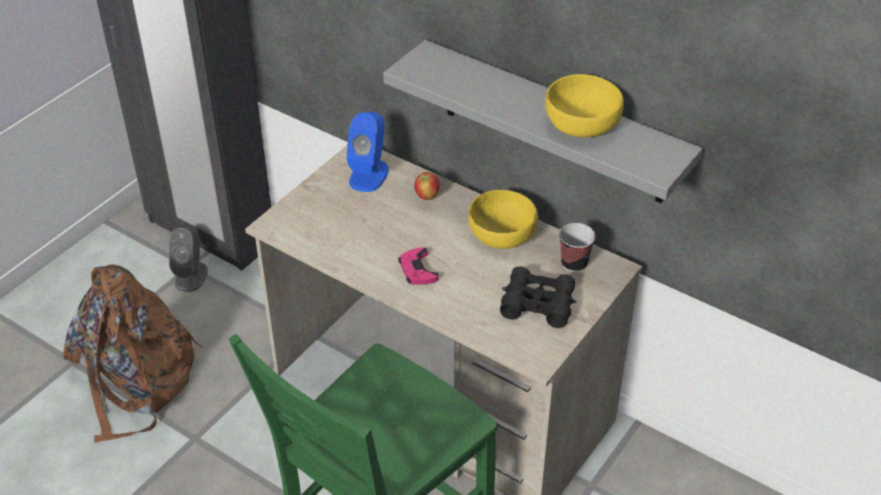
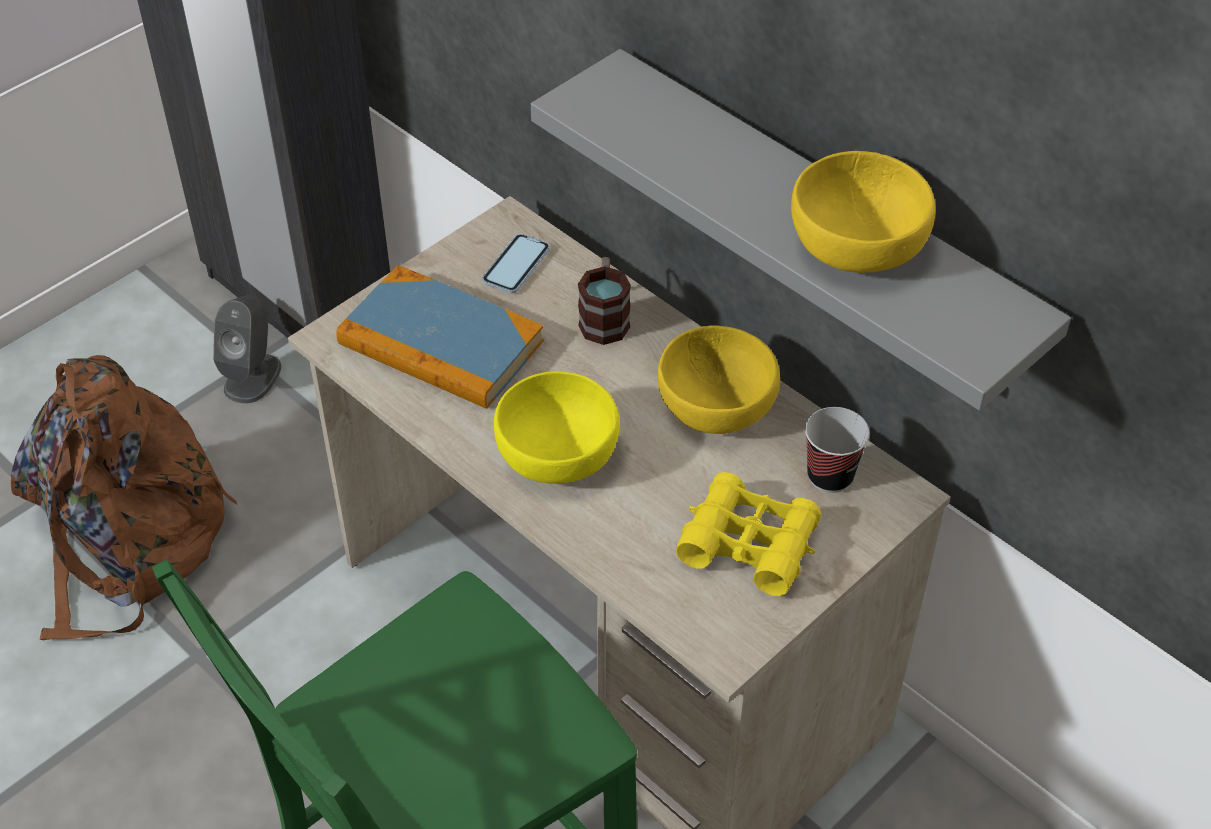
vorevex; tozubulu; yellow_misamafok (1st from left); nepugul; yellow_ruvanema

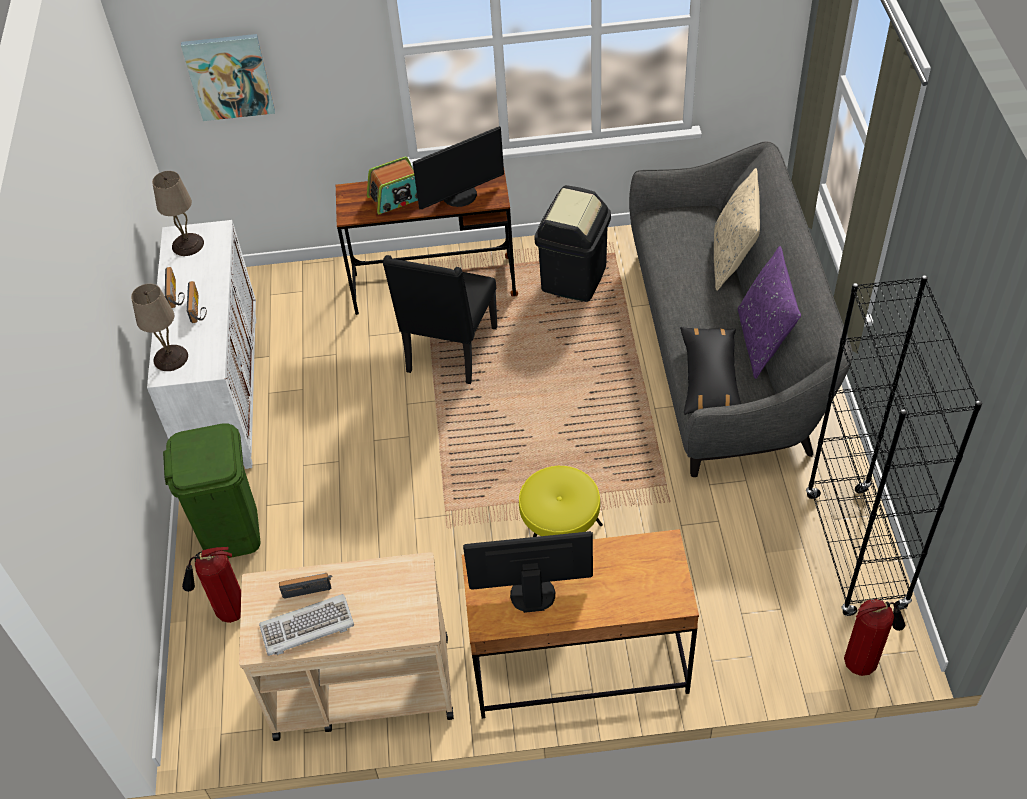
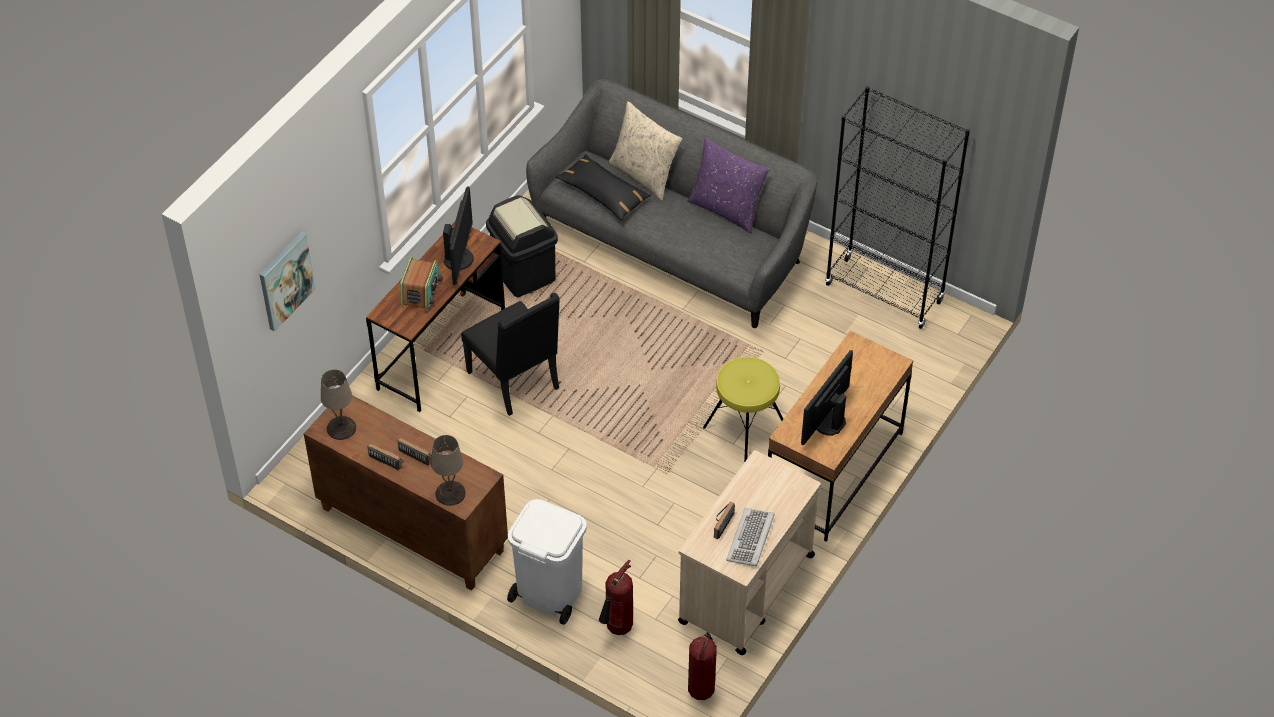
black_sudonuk; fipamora (2nd from left); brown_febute; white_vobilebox

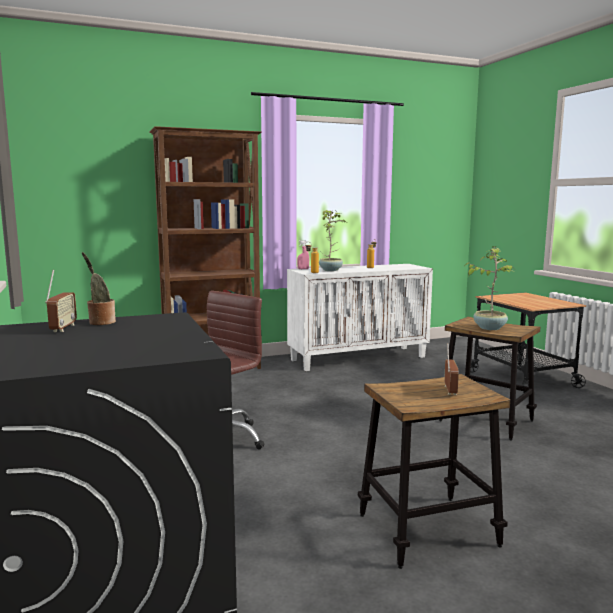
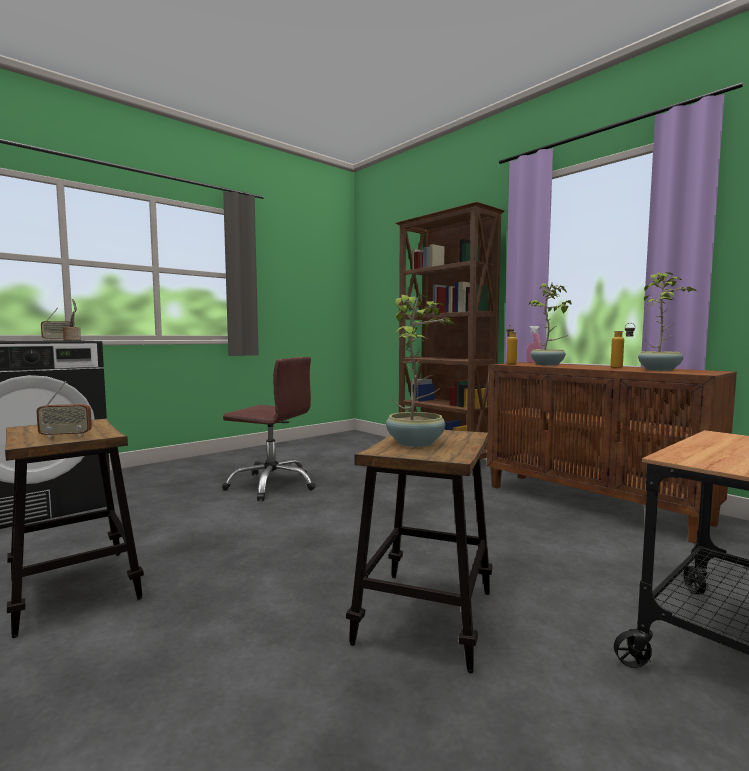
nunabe (4th from left); brown_febute

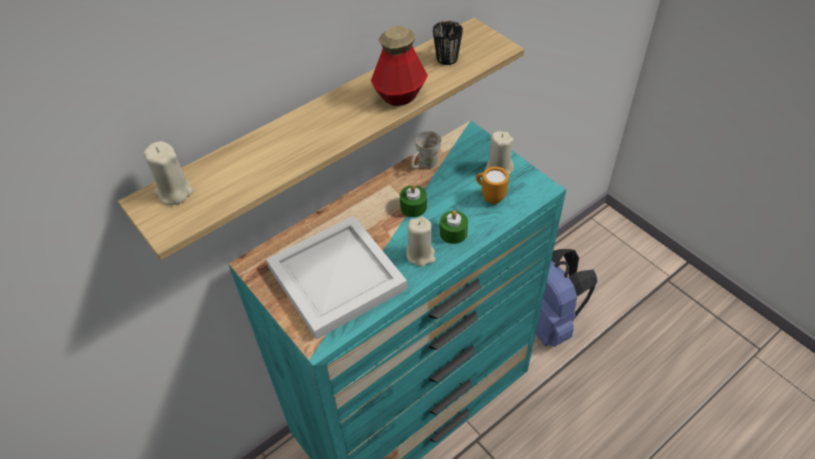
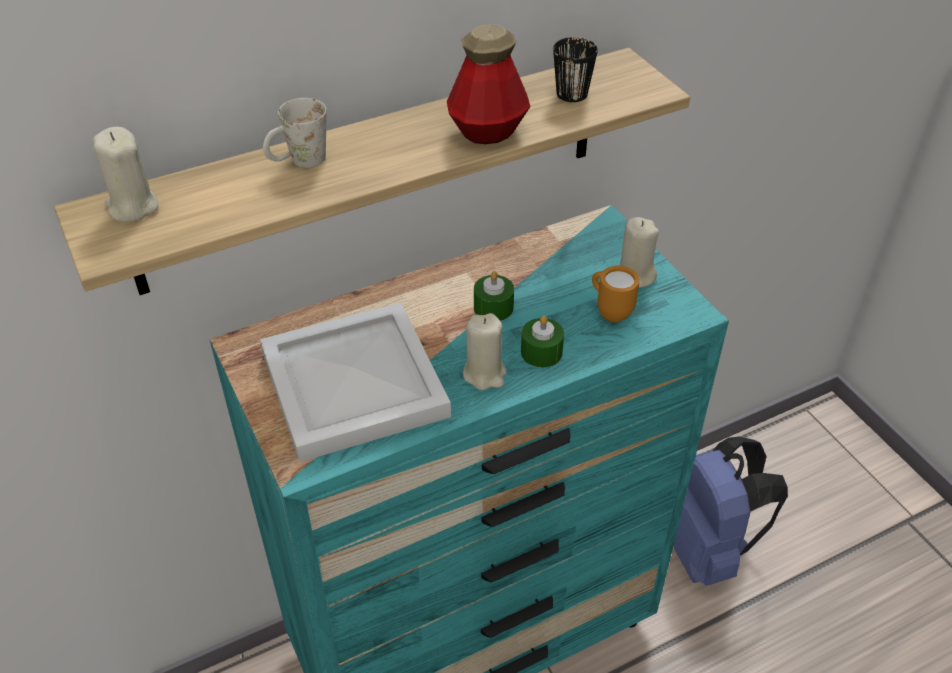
white_nepugul

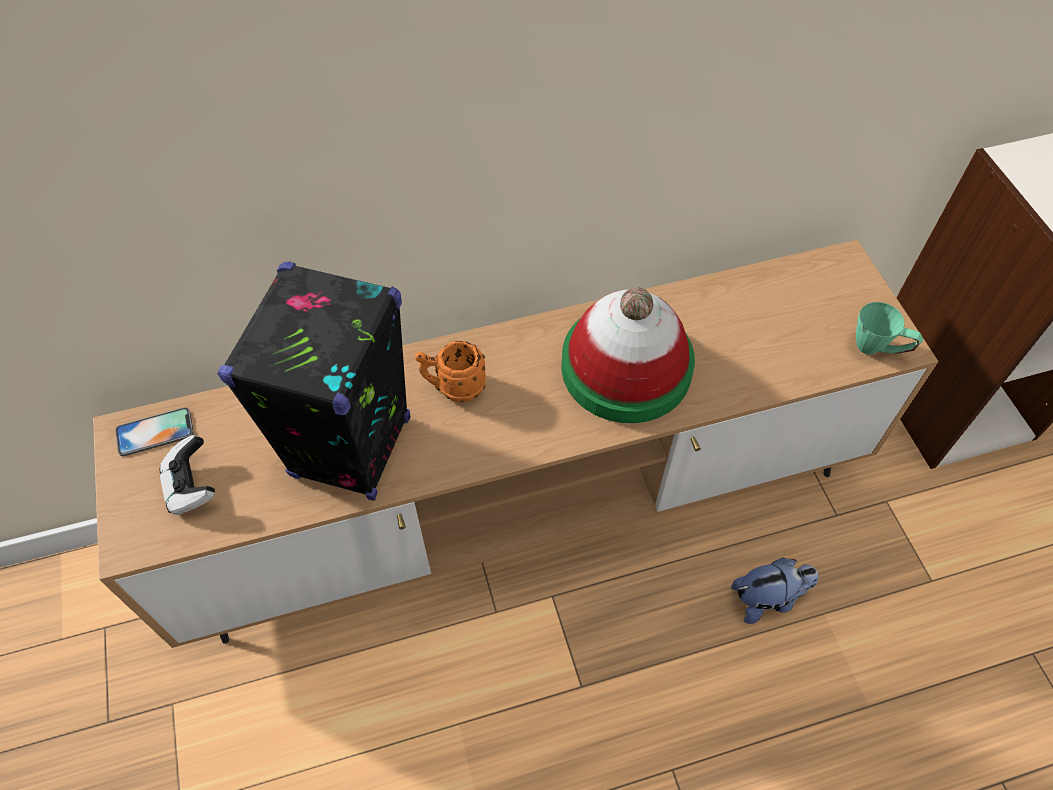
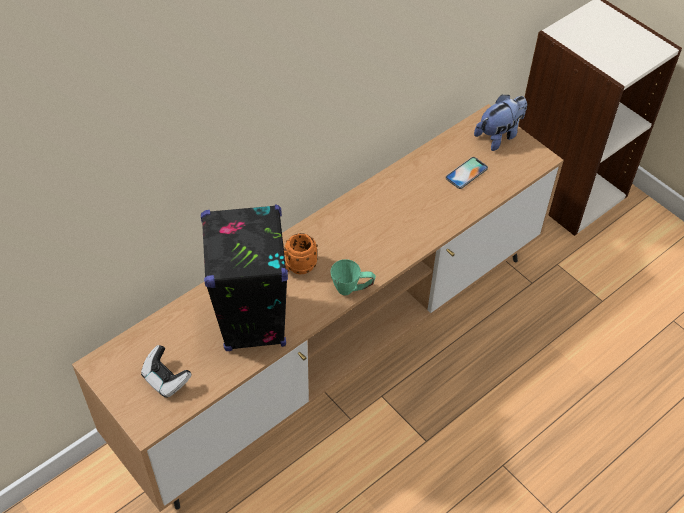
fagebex; tozubulu; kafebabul; green_nepugul

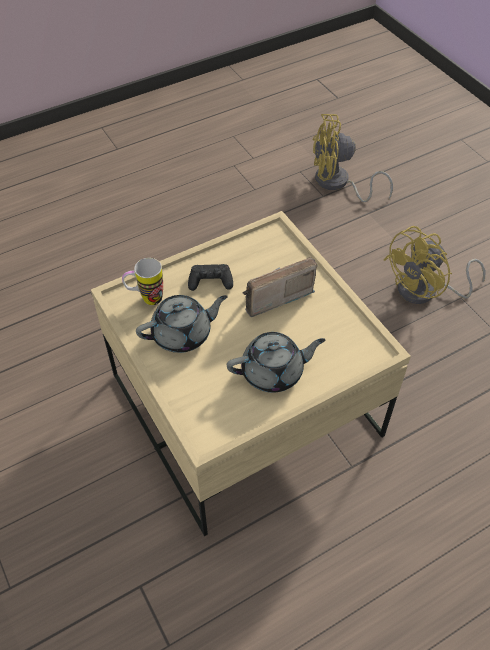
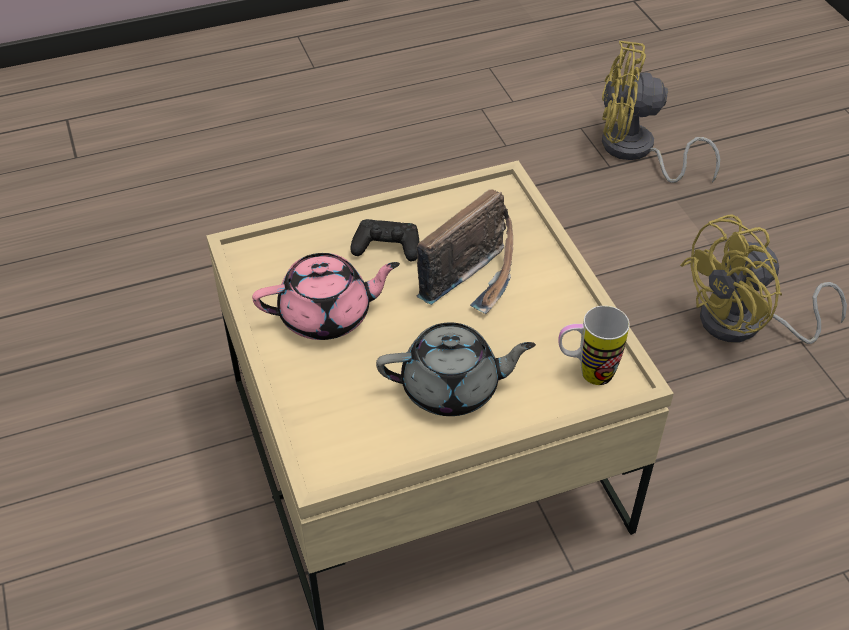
nepugul; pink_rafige; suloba

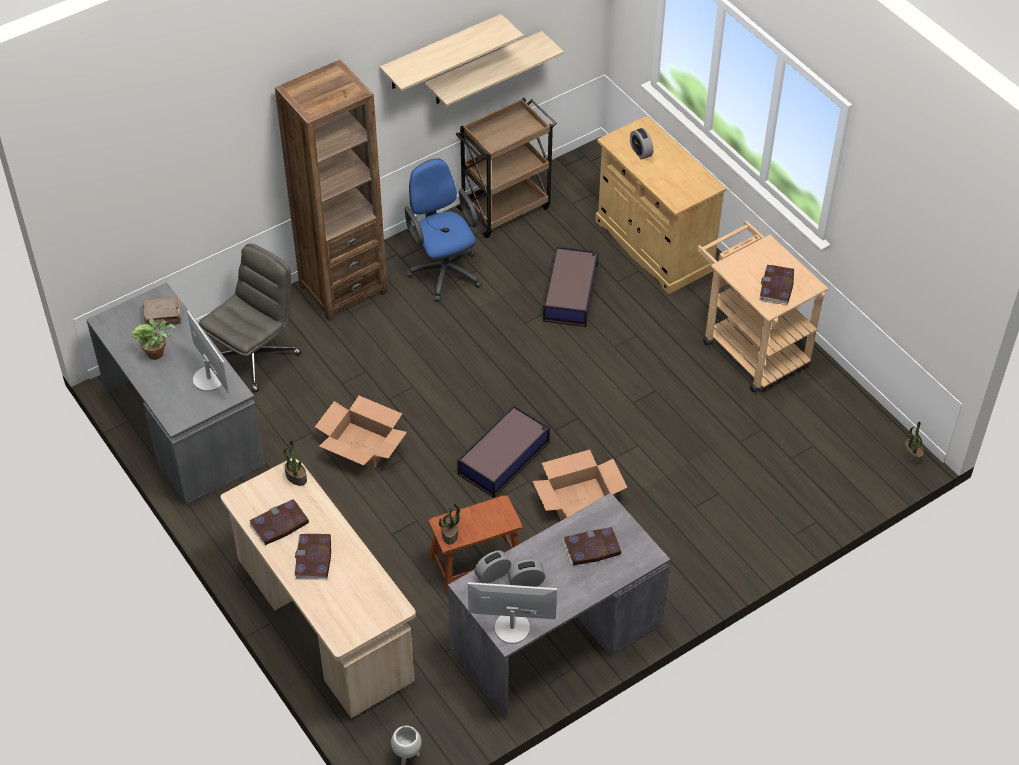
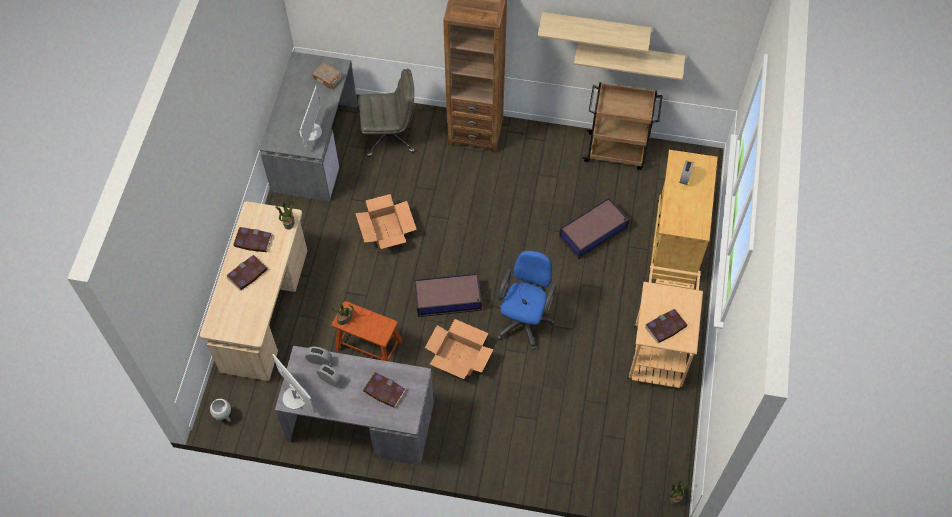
nunabe (1st from left in the first image); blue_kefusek

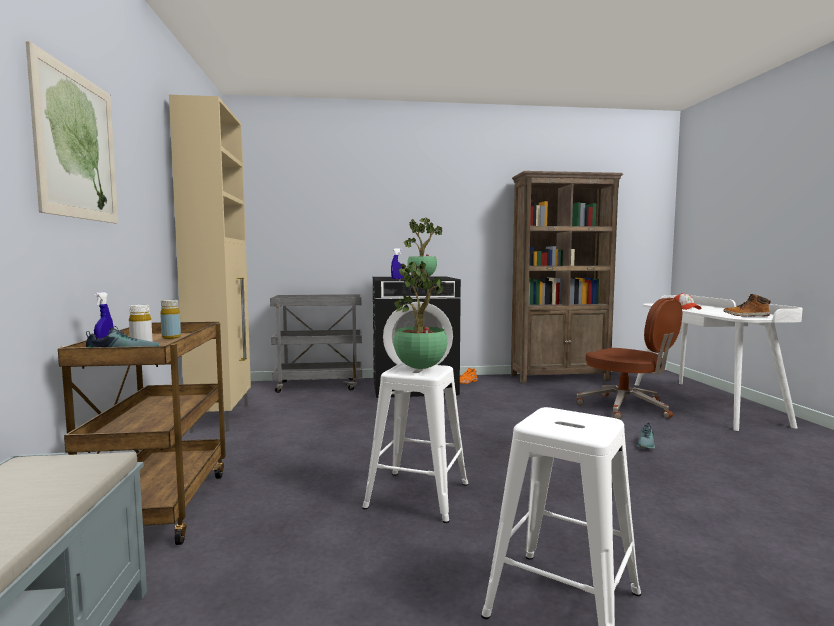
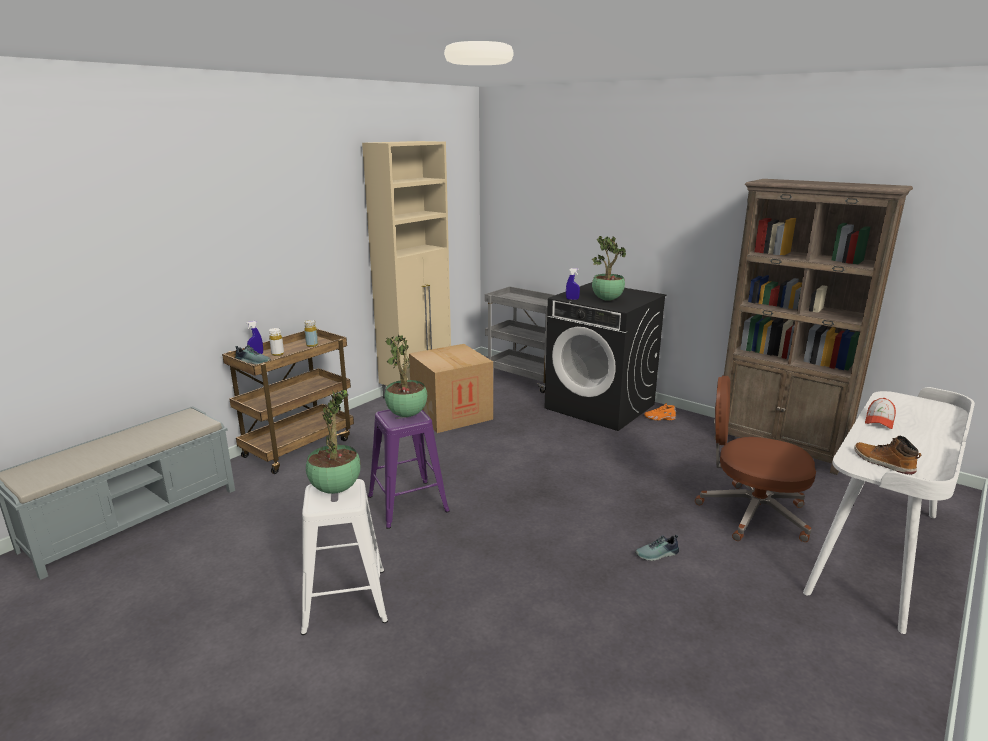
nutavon; nunabe (1st from left); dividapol; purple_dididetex; brown_kefusek

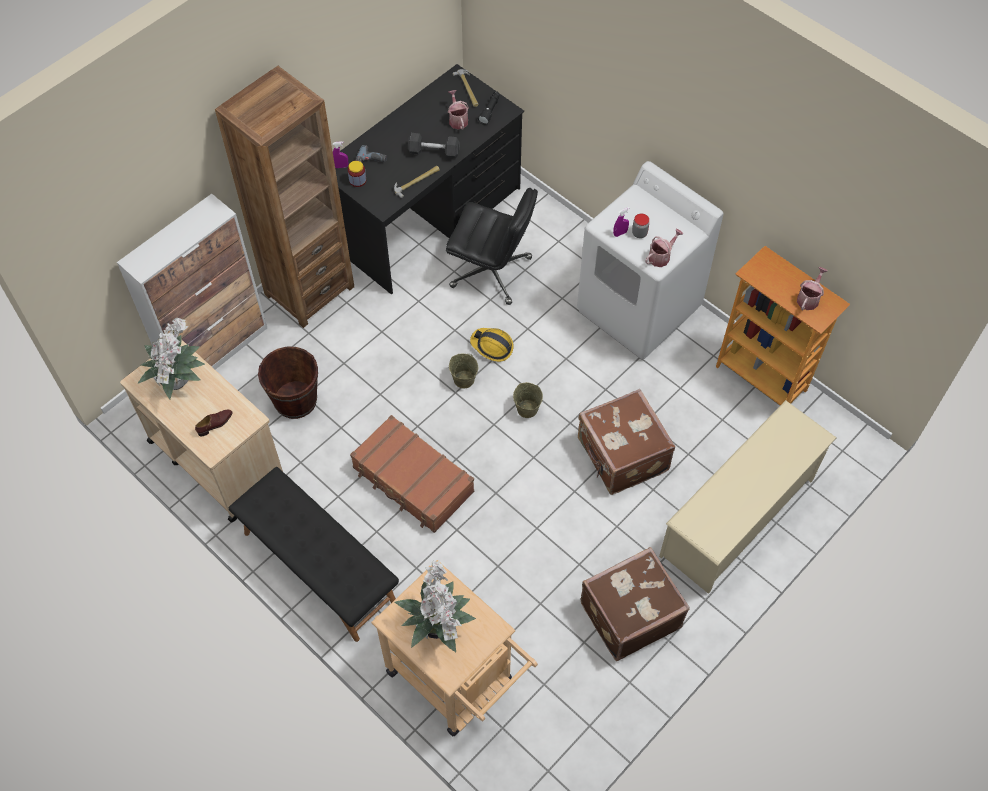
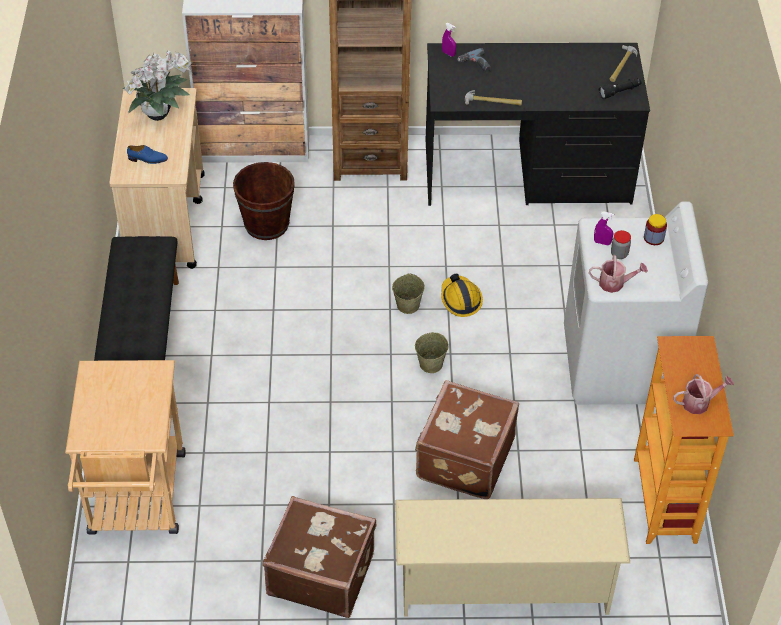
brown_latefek (1st from left in the first image); nunabe (2nd from left in the first image); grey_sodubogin; black_kefusek; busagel (1st from left in the first image); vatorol (2nd from left); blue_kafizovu

